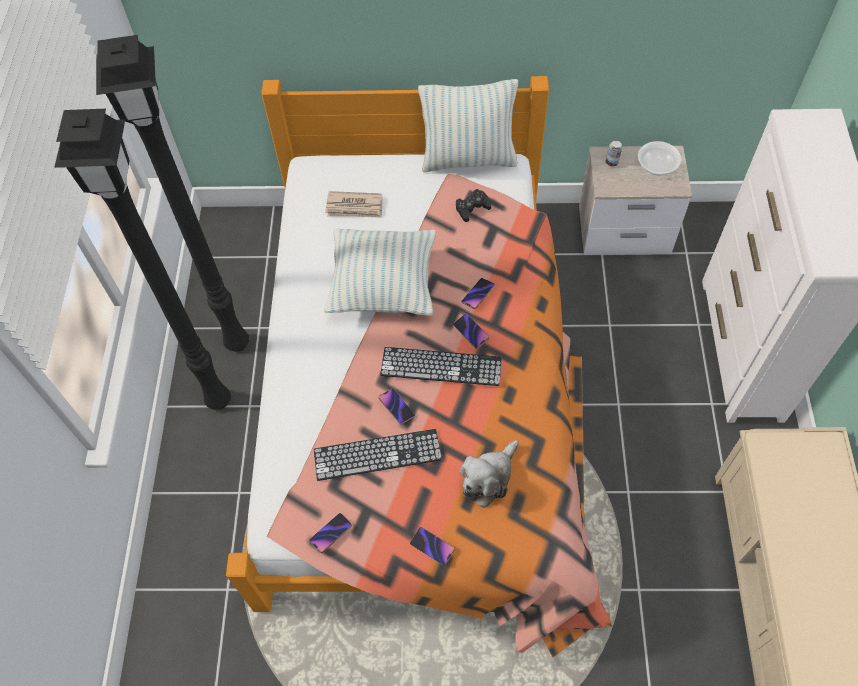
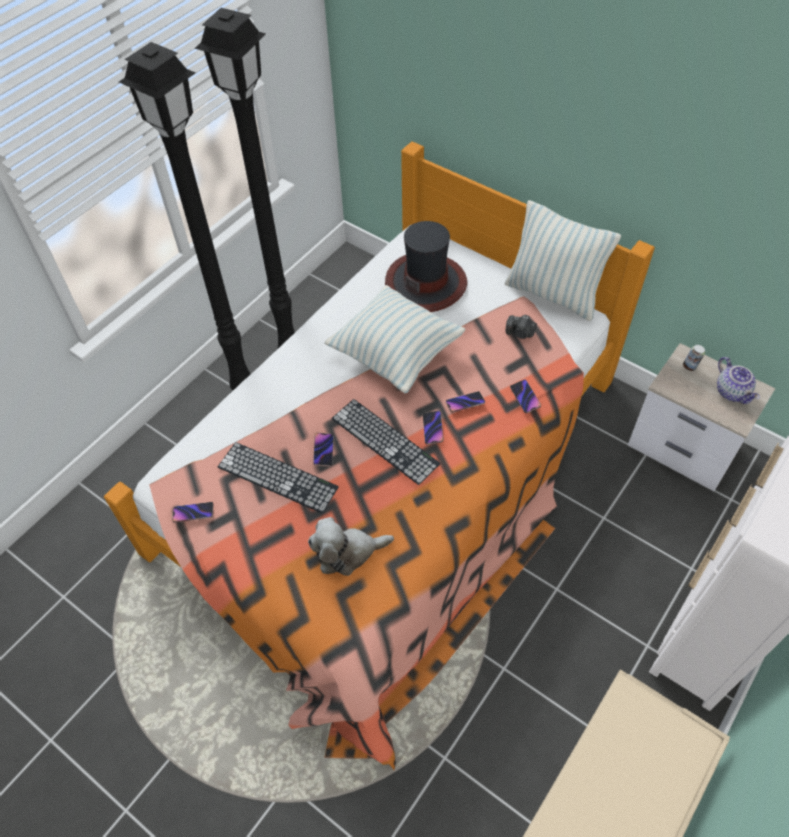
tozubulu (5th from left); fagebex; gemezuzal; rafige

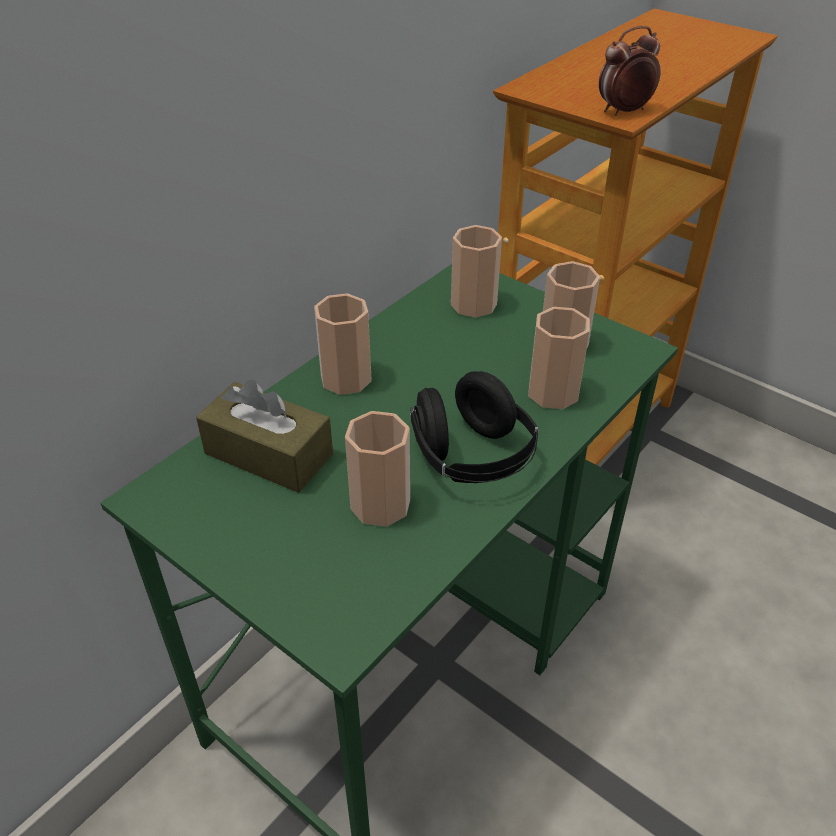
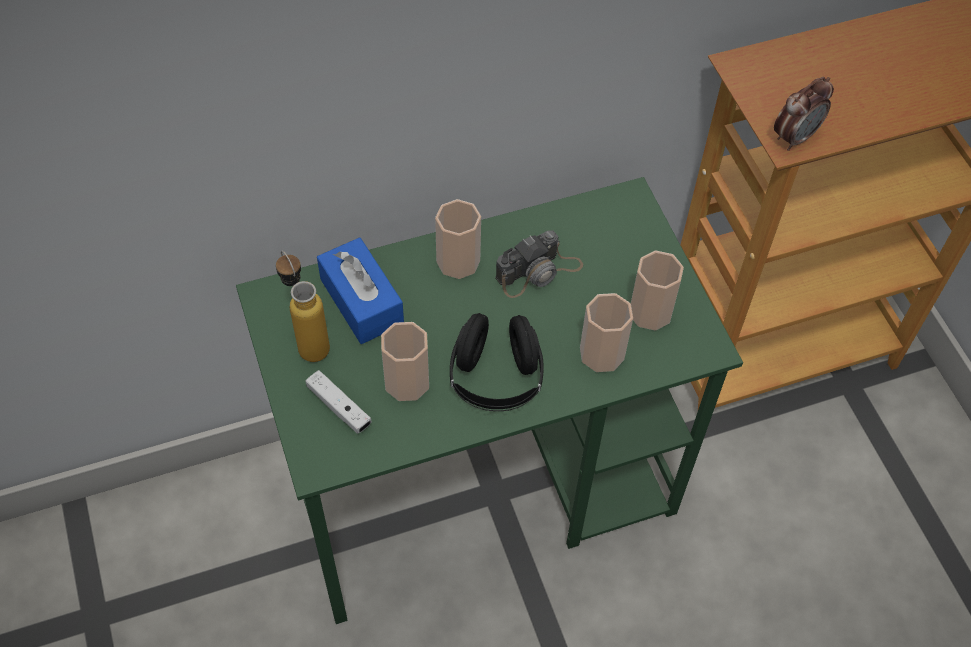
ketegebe (3rd from left in the first image); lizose; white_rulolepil; gemezuzal; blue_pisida; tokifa

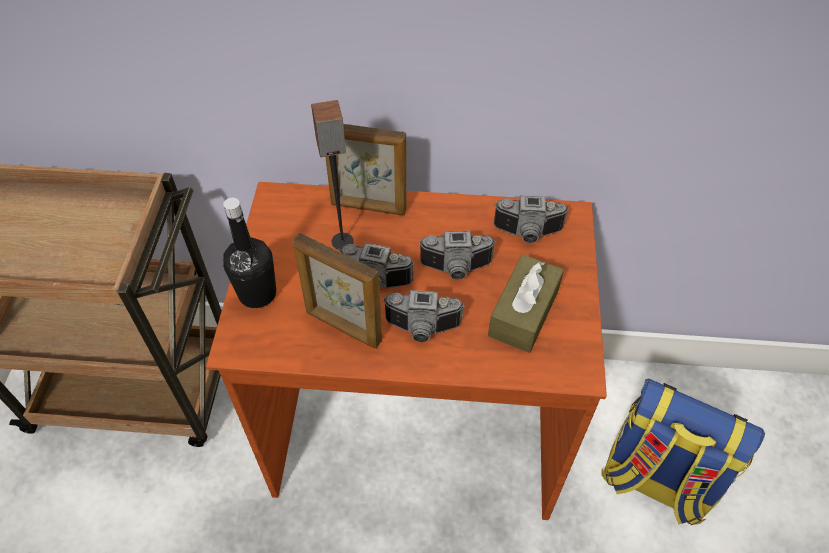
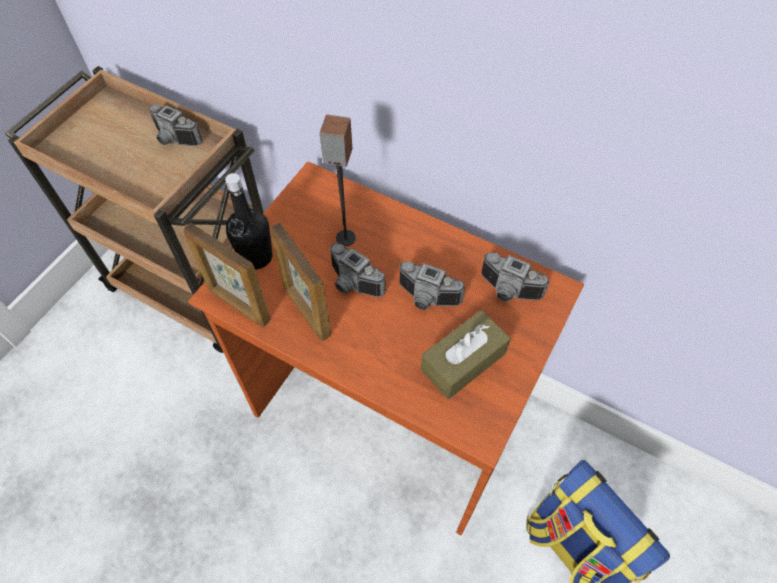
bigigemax (1st from left); gemezuzal (1st from left)

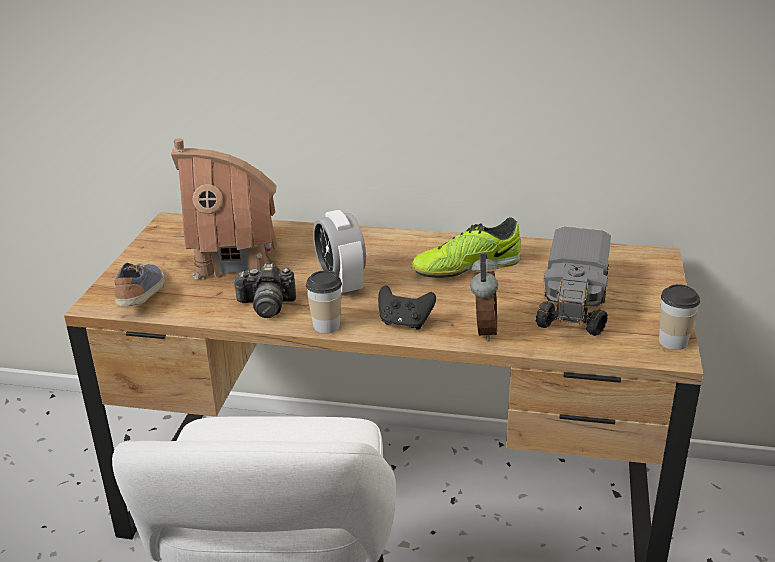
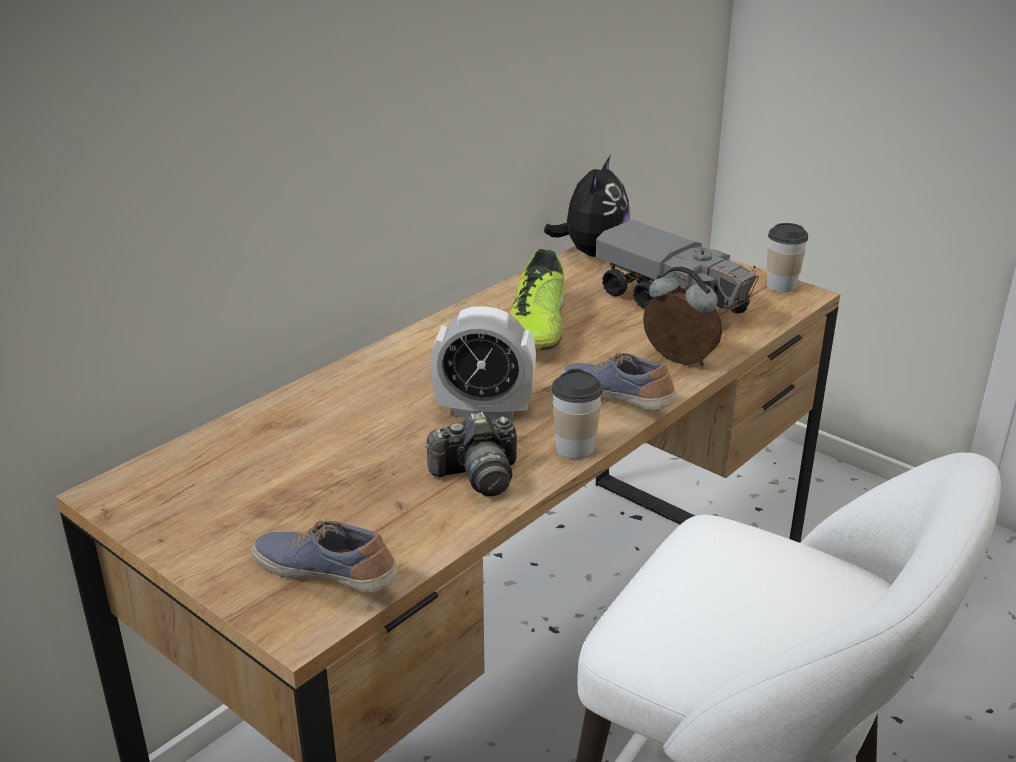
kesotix; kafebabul; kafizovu (3rd from left); gemezuzal

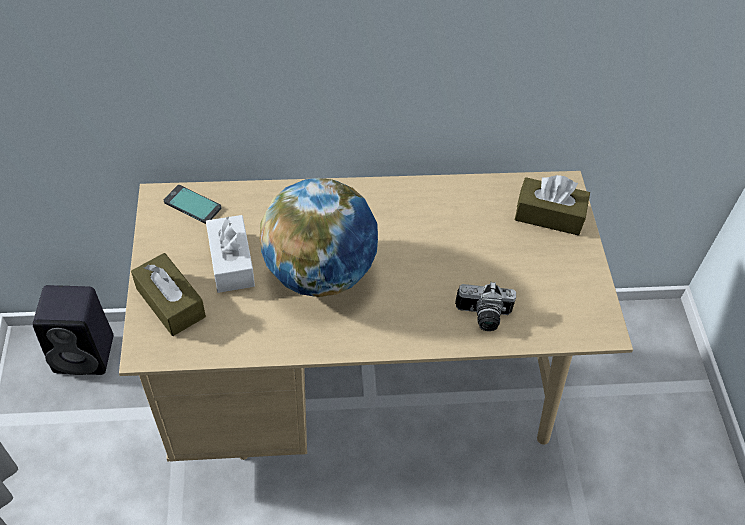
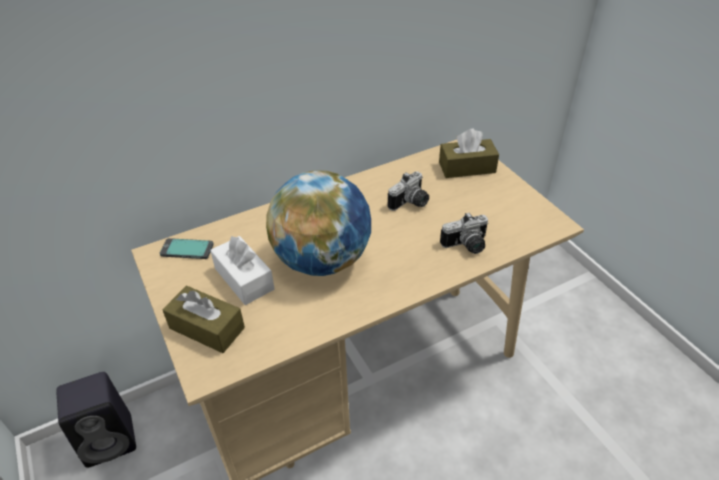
gemezuzal (1st from left)

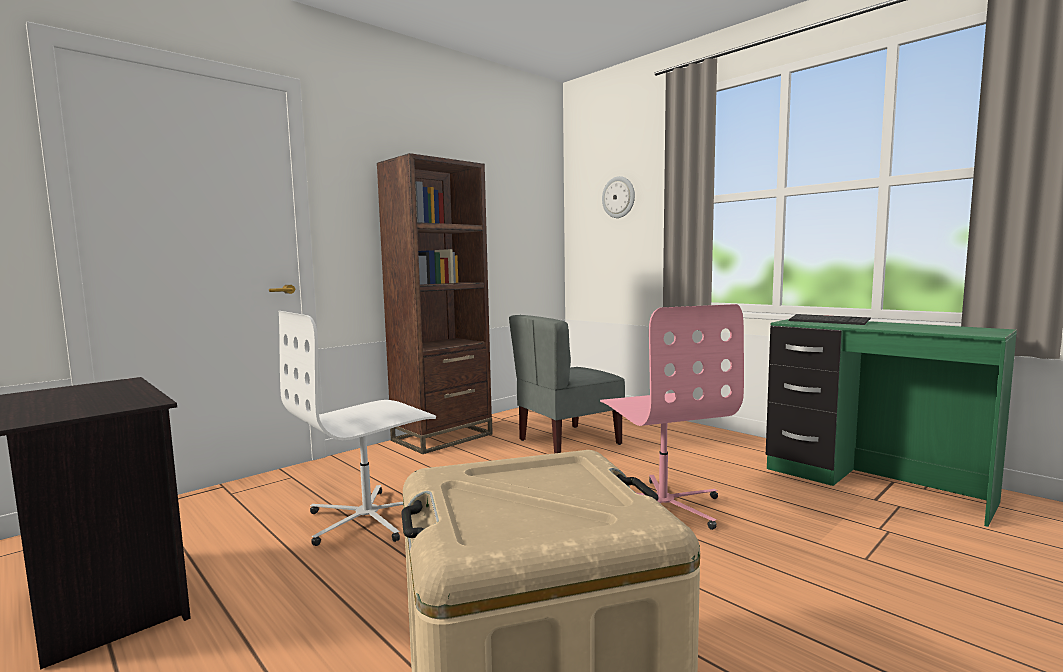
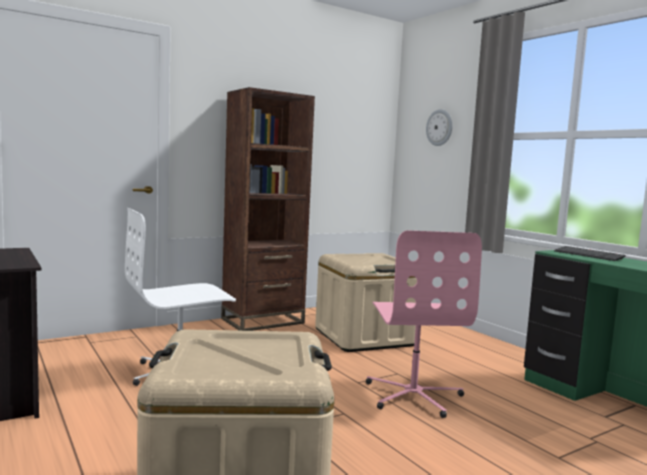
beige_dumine (2nd from left)

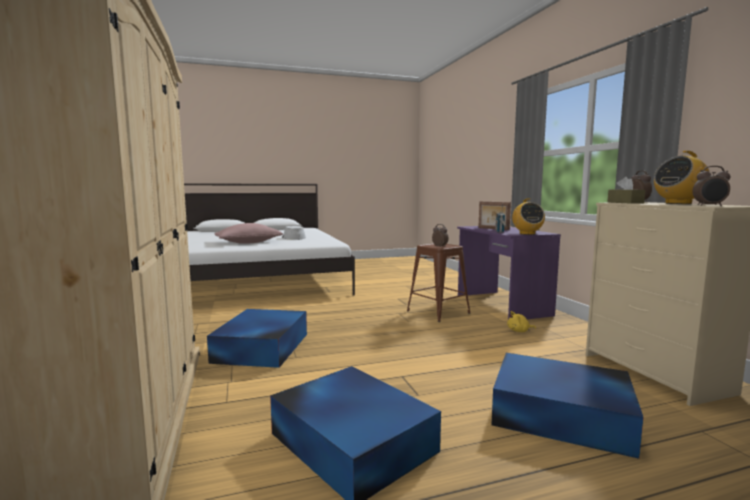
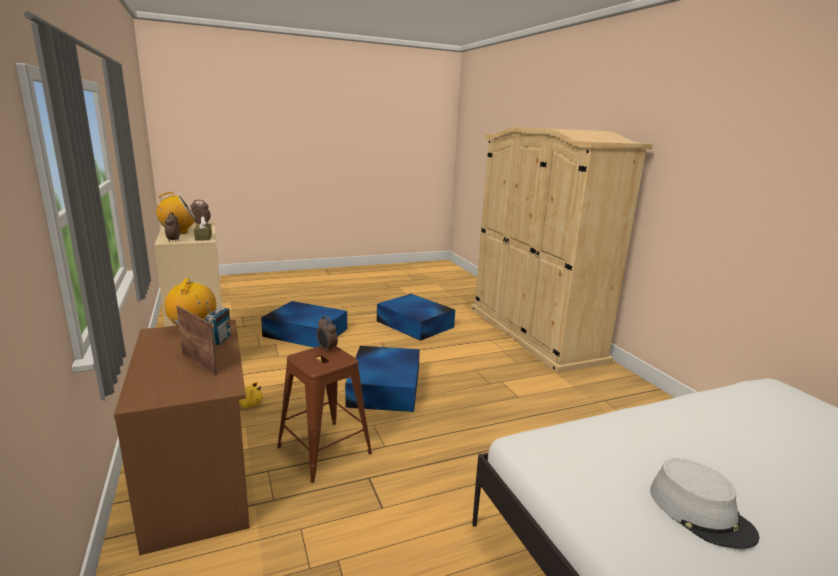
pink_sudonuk; blue_dumine (2nd from left); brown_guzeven

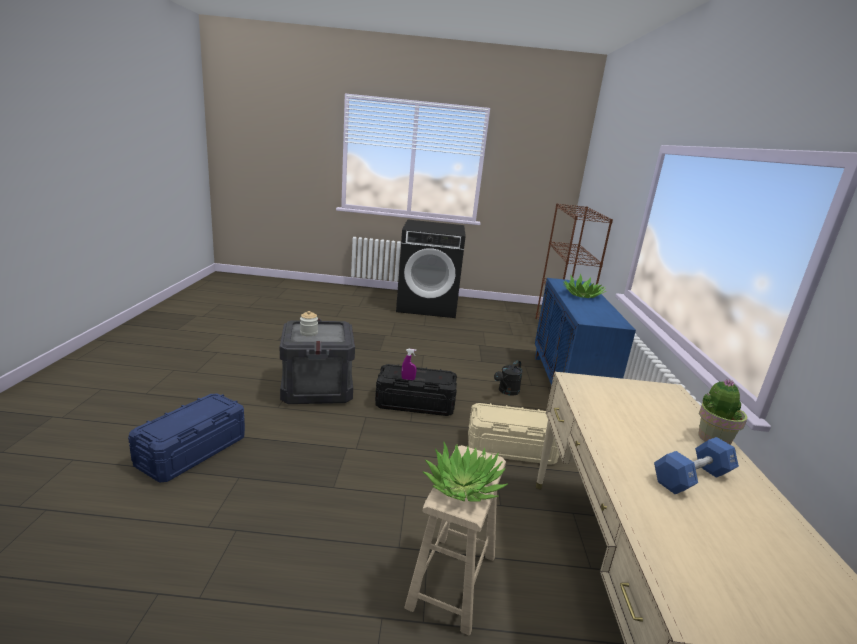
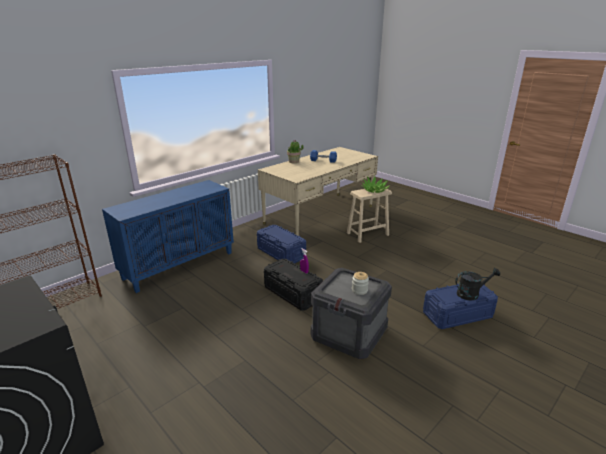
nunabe (2nd from left in the first image); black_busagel; blue_dumine (1st from left)

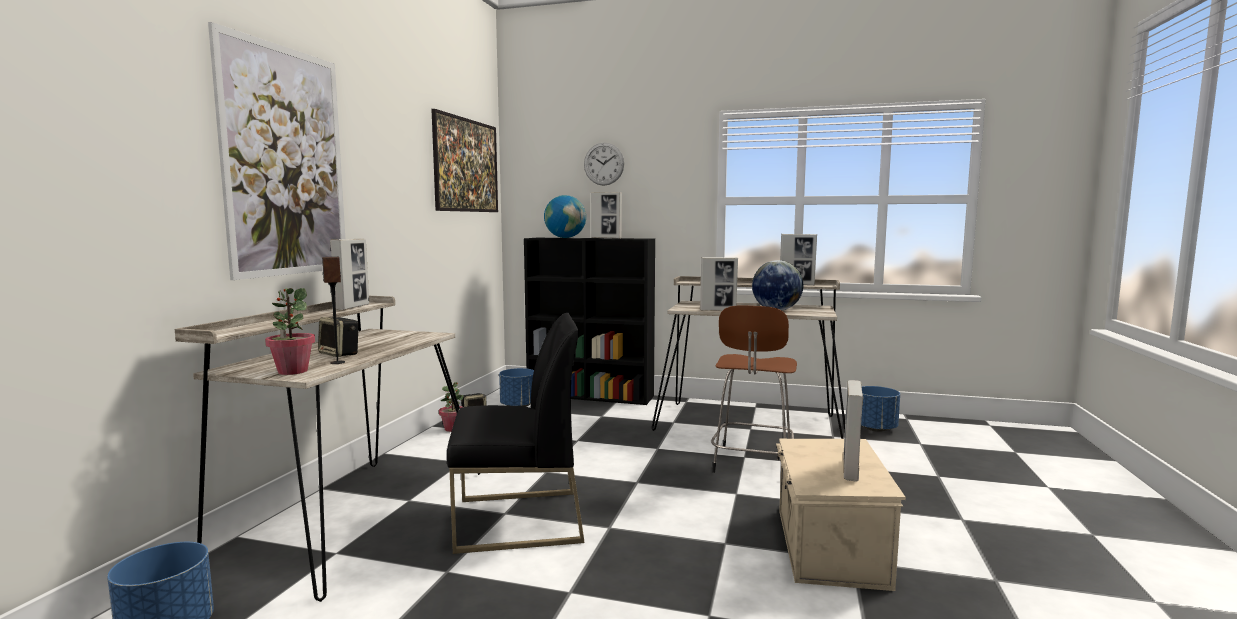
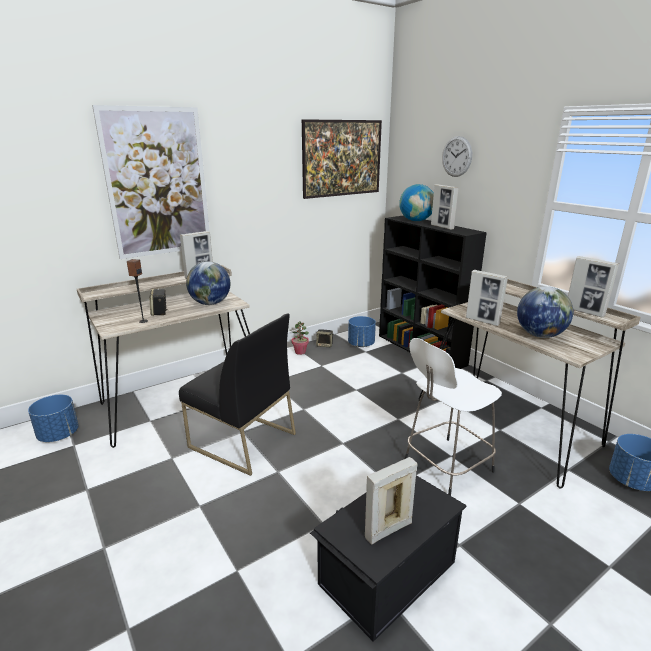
nunabe (1st from left in the first image); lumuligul (1st from left); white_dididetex; black_dumine

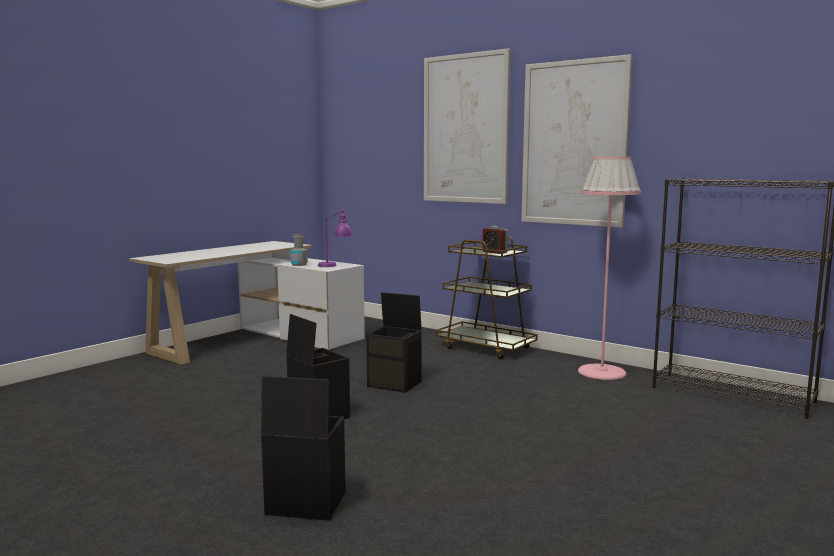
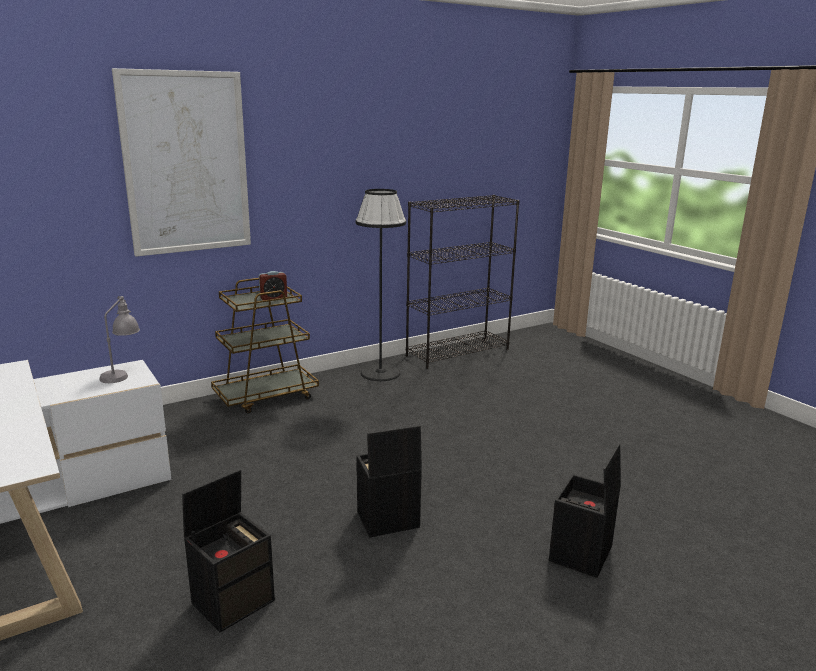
grey_lizose; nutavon (2nd from left in the first image); black_dumine (1st from left); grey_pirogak; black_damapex

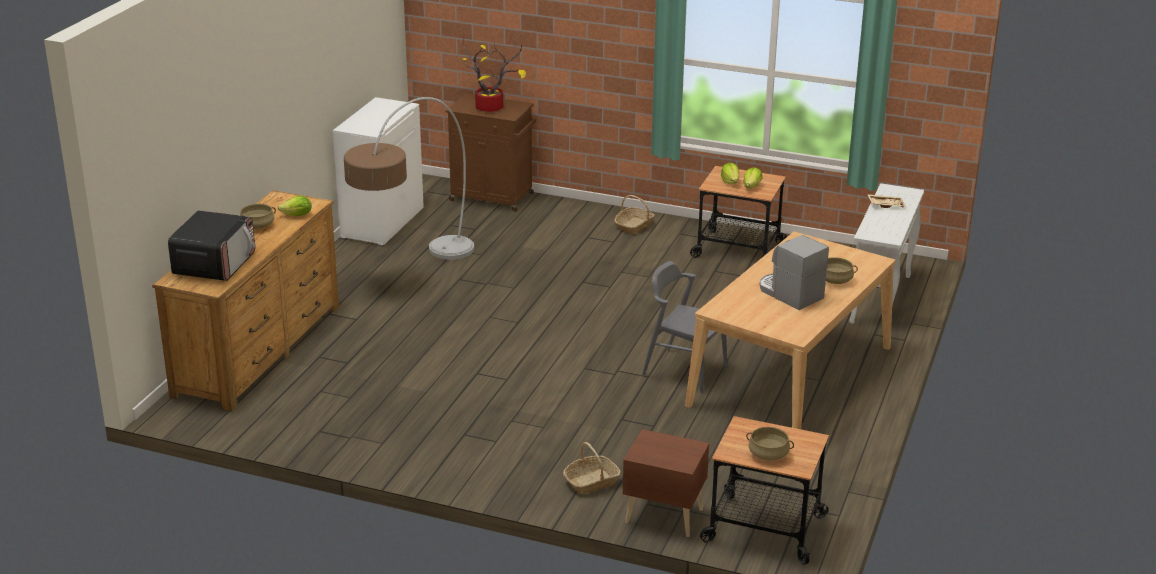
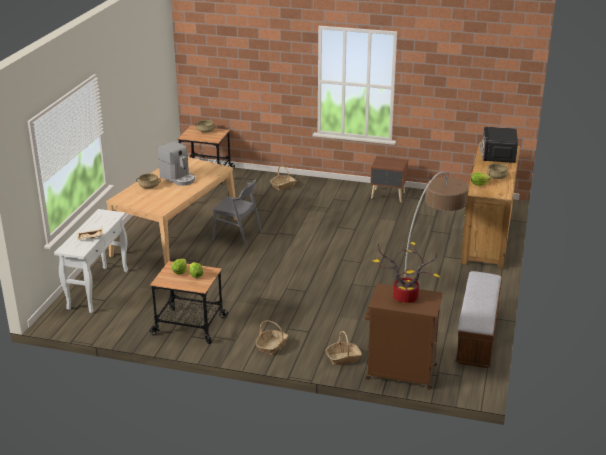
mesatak (3rd from left); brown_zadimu; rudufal

